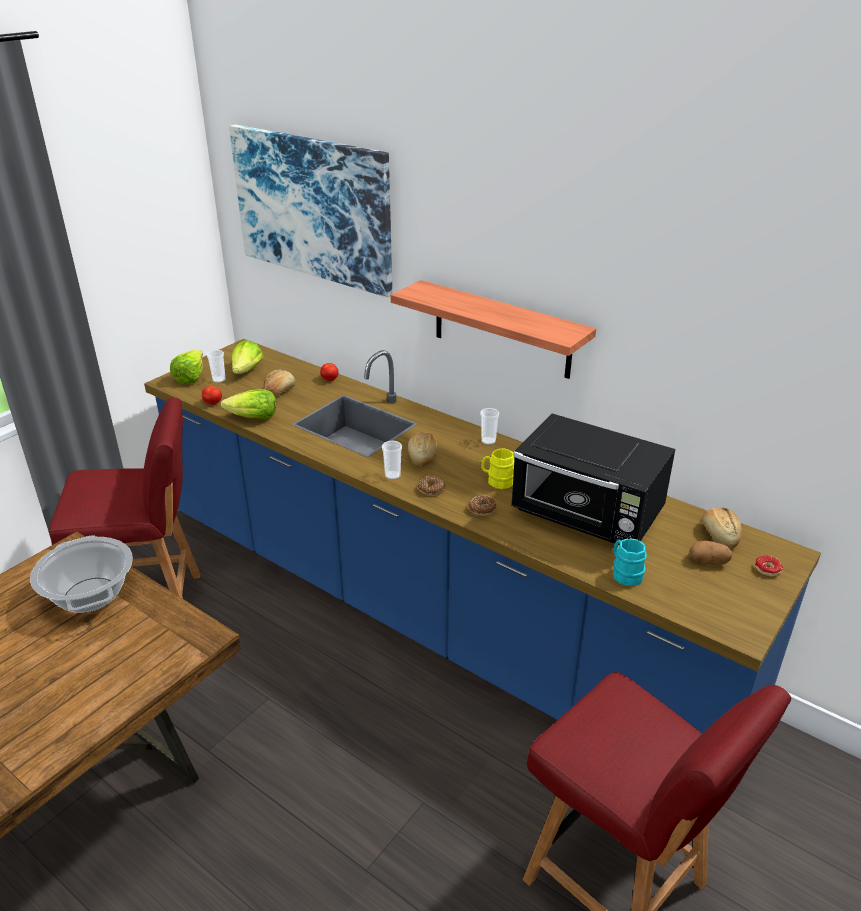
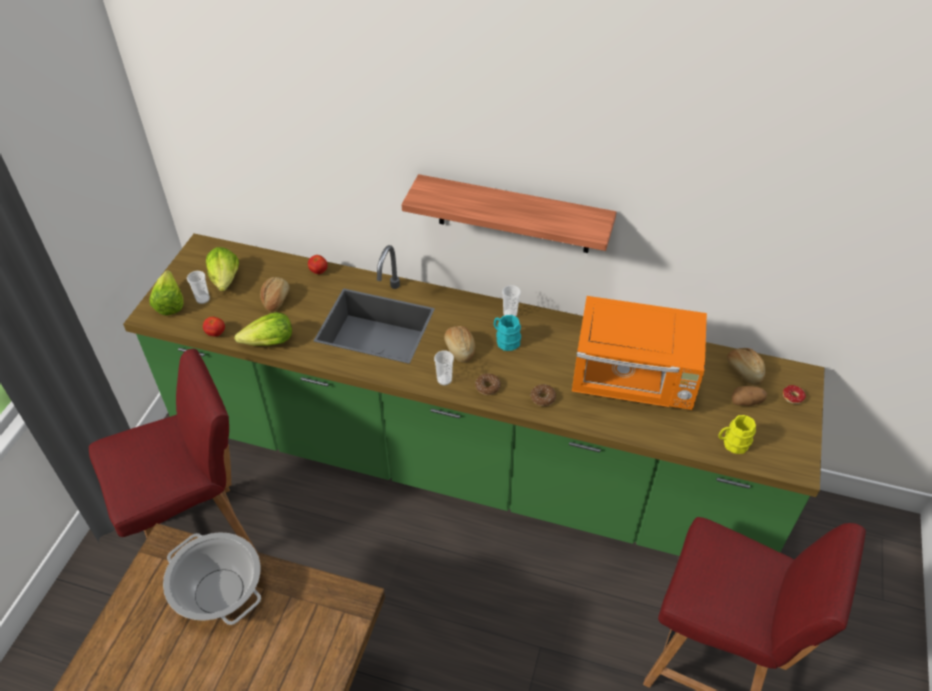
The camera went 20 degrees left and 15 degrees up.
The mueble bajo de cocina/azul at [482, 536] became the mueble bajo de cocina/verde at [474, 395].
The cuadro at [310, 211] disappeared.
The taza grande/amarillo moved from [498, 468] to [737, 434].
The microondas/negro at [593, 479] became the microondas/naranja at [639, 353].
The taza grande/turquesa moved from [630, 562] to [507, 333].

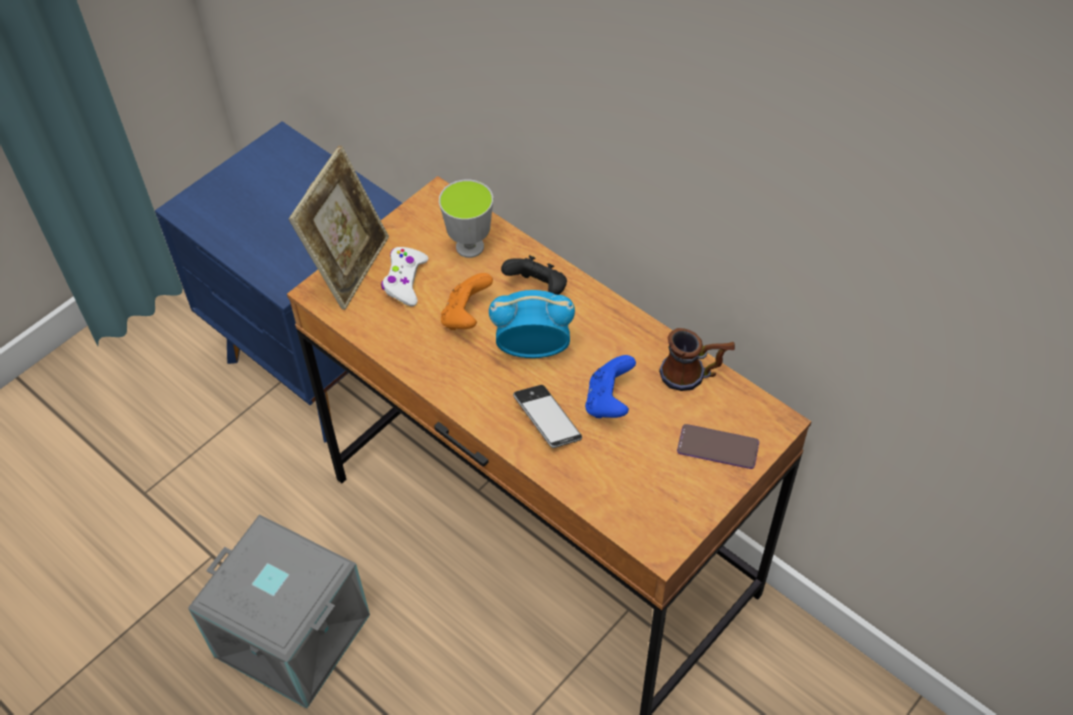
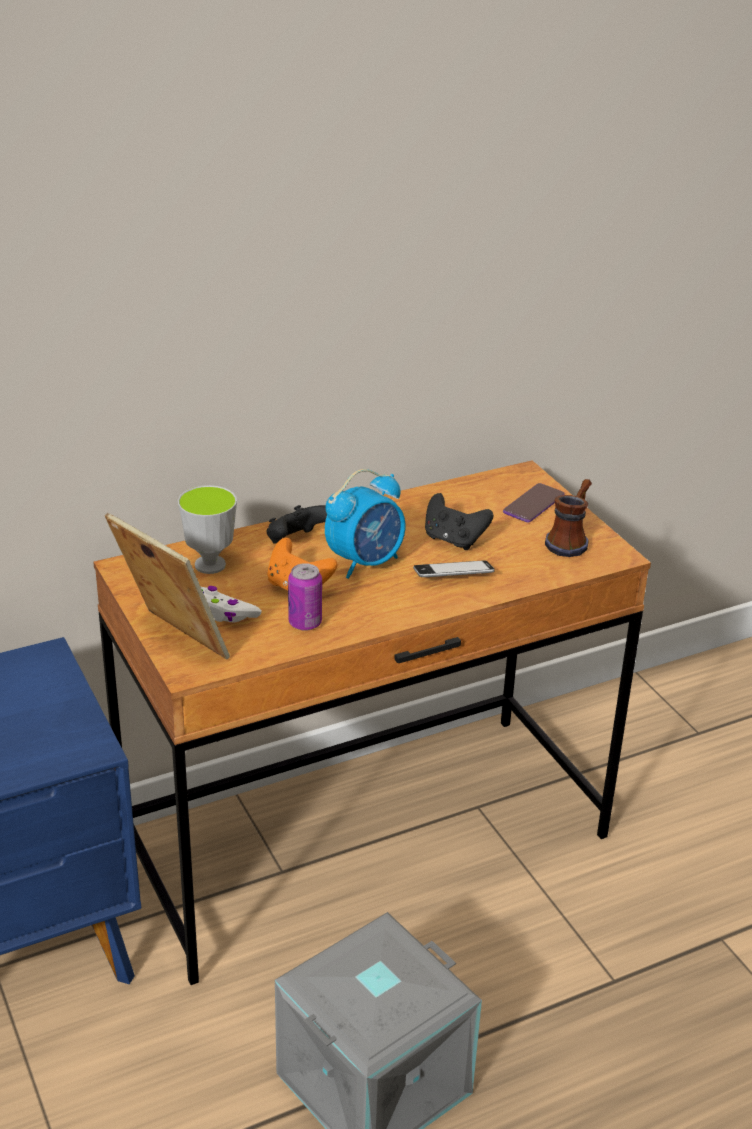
The camera went 70 degrees left and 20 degrees down.
The despertador at [532, 324] turned 150 degrees counterclockwise.
The mando de consola/azul at [610, 386] became the mando de consola/negro at [459, 521].
The taza grande moved from [697, 359] to [568, 518].
The lata at [305, 597] appeared.

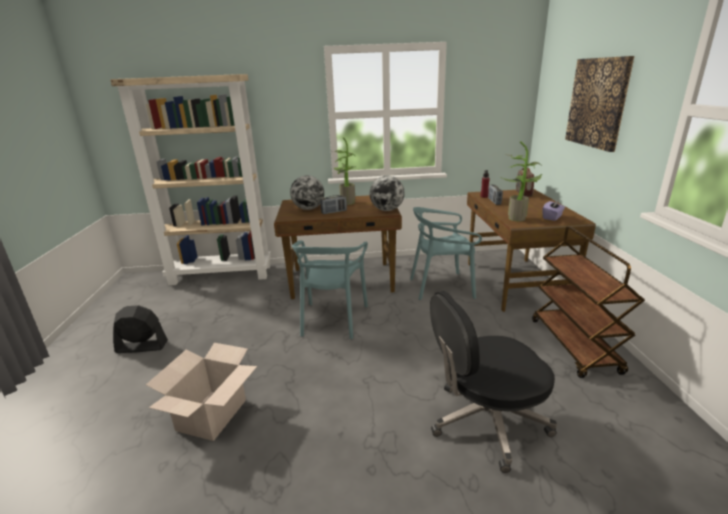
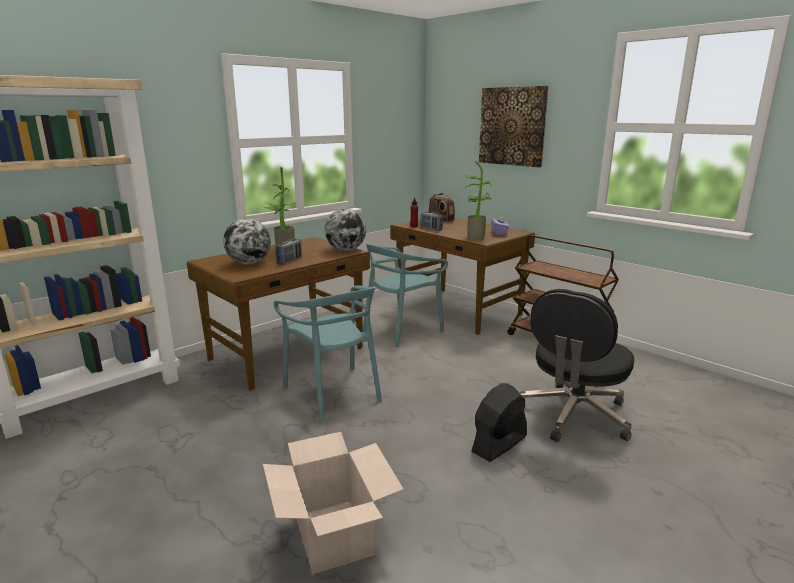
The camera went 40 degrees left and 5 degrees down.
The ventilador/negro moved from [140, 329] to [499, 422].

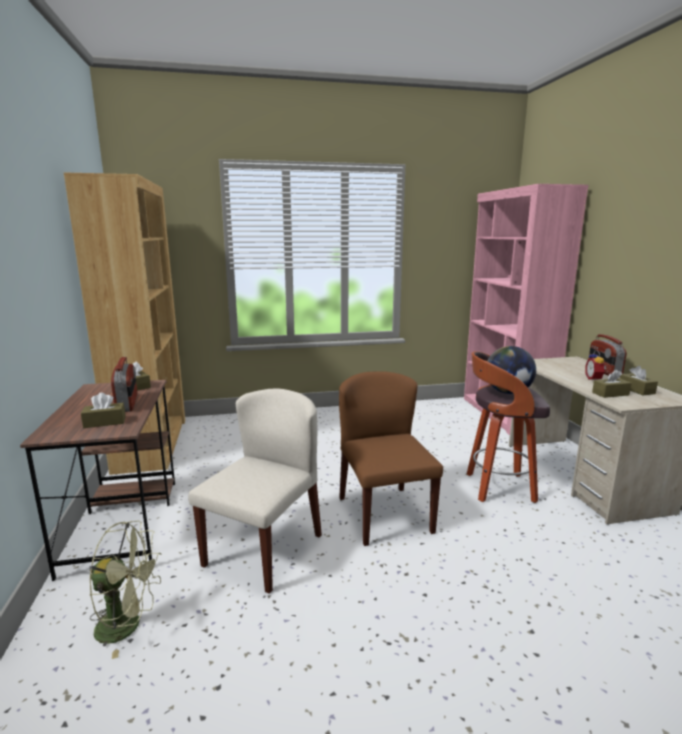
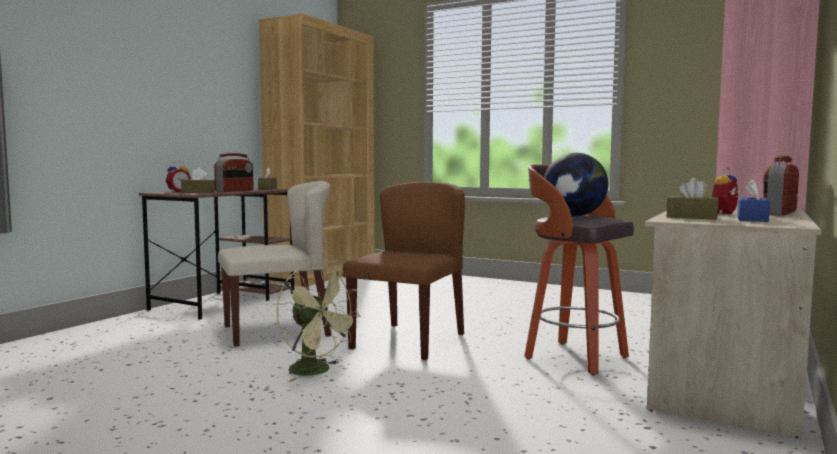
The camera went 40 degrees right and 10 degrees down.
The ventilador/verde moved from [125, 590] to [318, 323].
The caja de pañuelos/marrón at [639, 380] became the caja de pañuelos/azul at [753, 200].
The despertador at [178, 176] appeared.

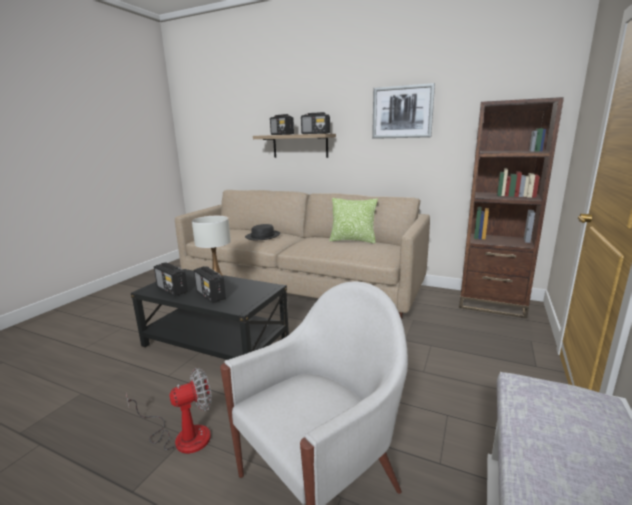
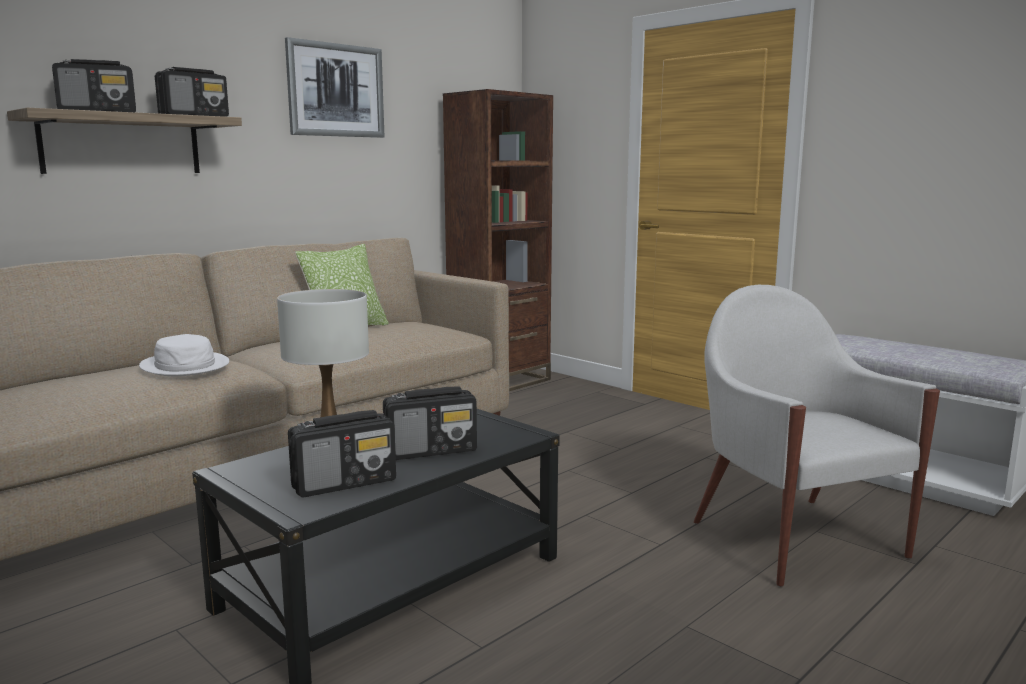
The camera went 70 degrees left and 5 degrees down.
The ventilador at [169, 411] disappeared.
The sombrero/negro at [263, 232] became the sombrero/blanco at [184, 355].

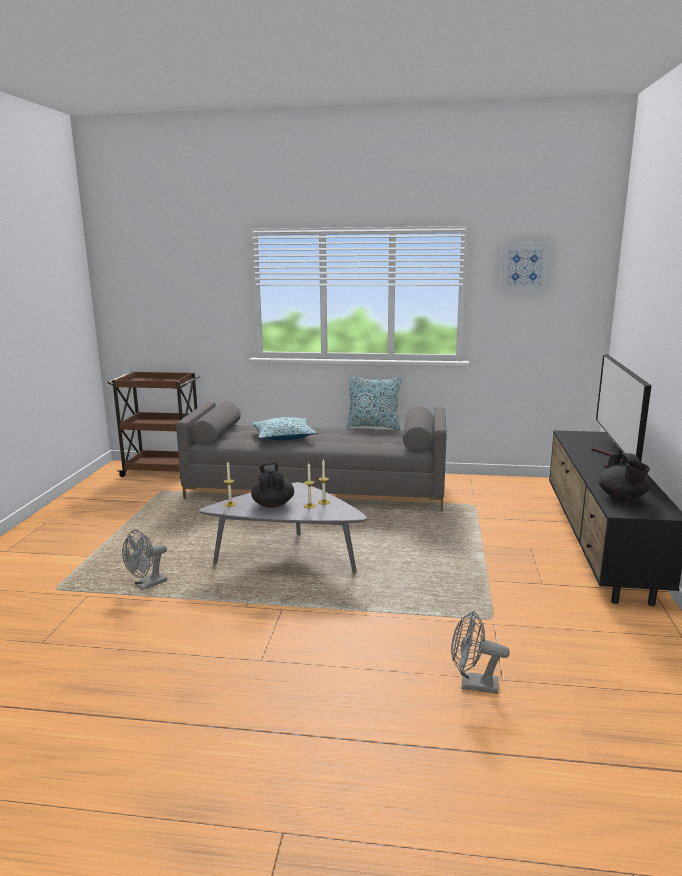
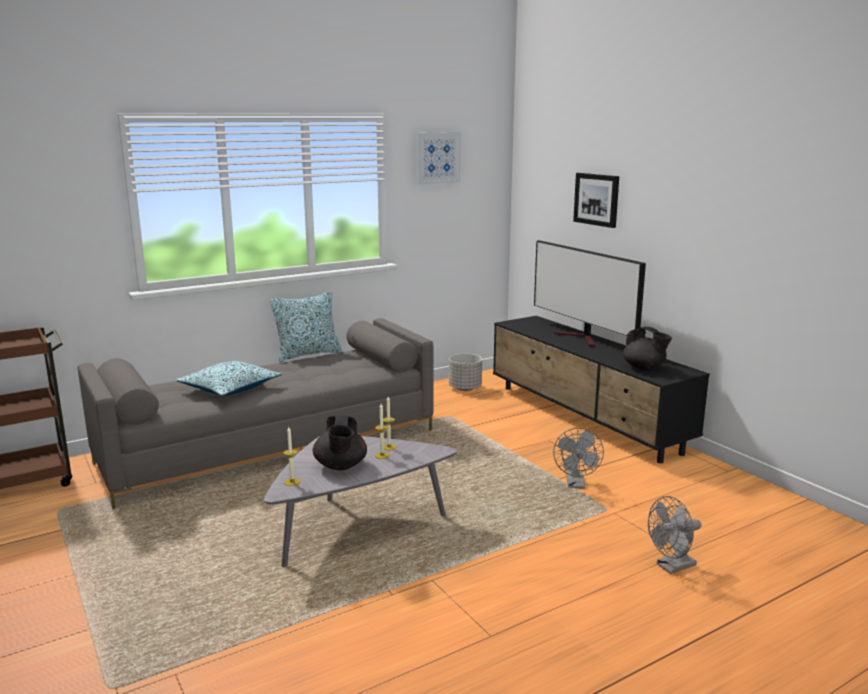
The camera went 40 degrees left and 0 degrees up.
The ventilador/gris moved from [144, 560] to [578, 458].
The tetera/negro at [272, 485] turned 135 degrees counterclockwise.
The maceta/gris at [465, 372] appeared.
The cuadro at [596, 200] appeared.

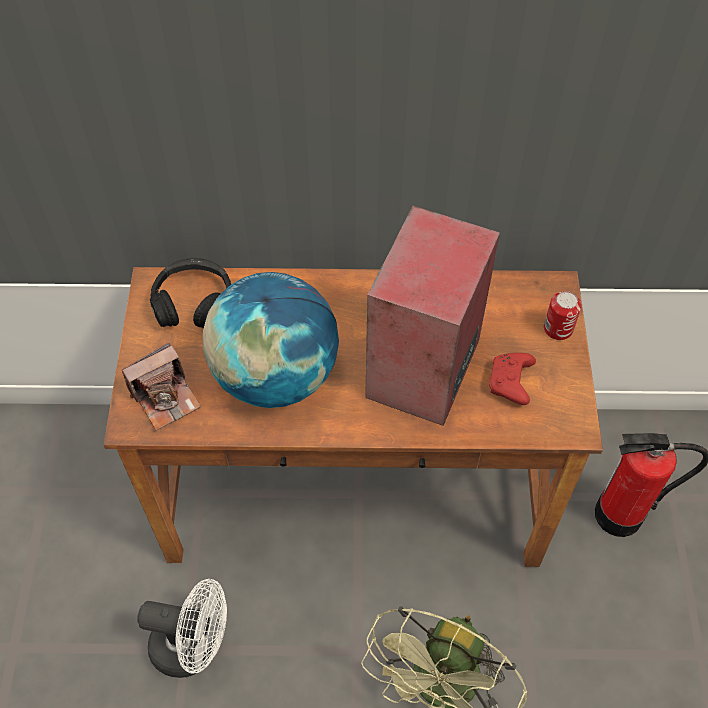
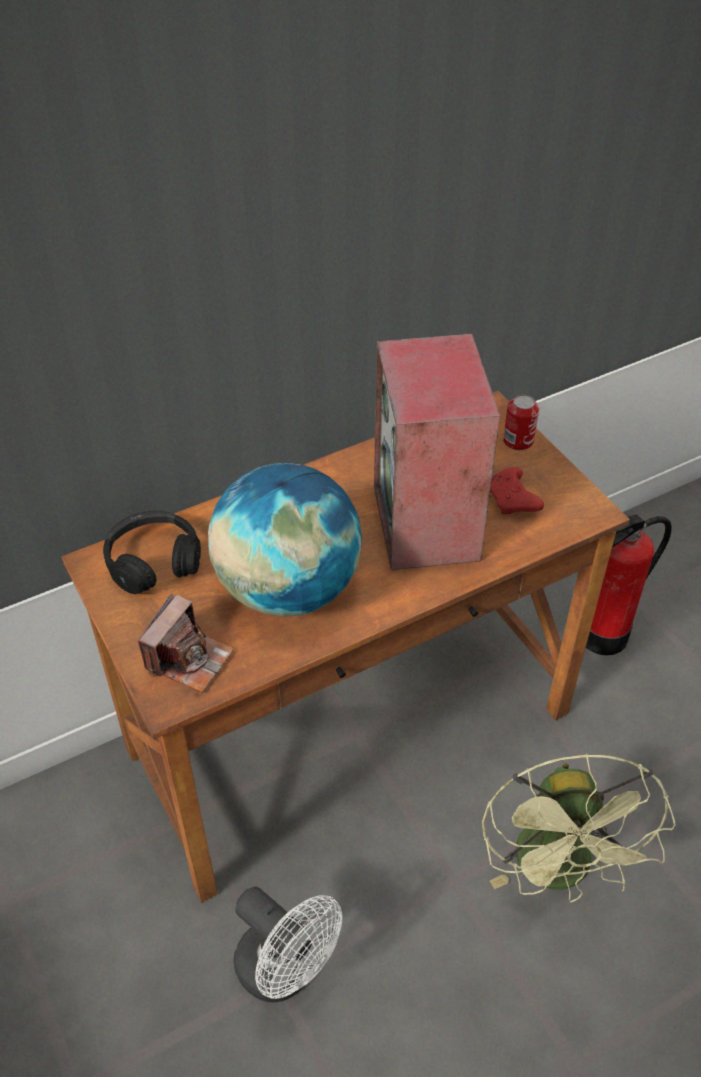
The camera went 30 degrees left and 10 degrees down.
The ventilador/blanco at [182, 628] turned 60 degrees clockwise.

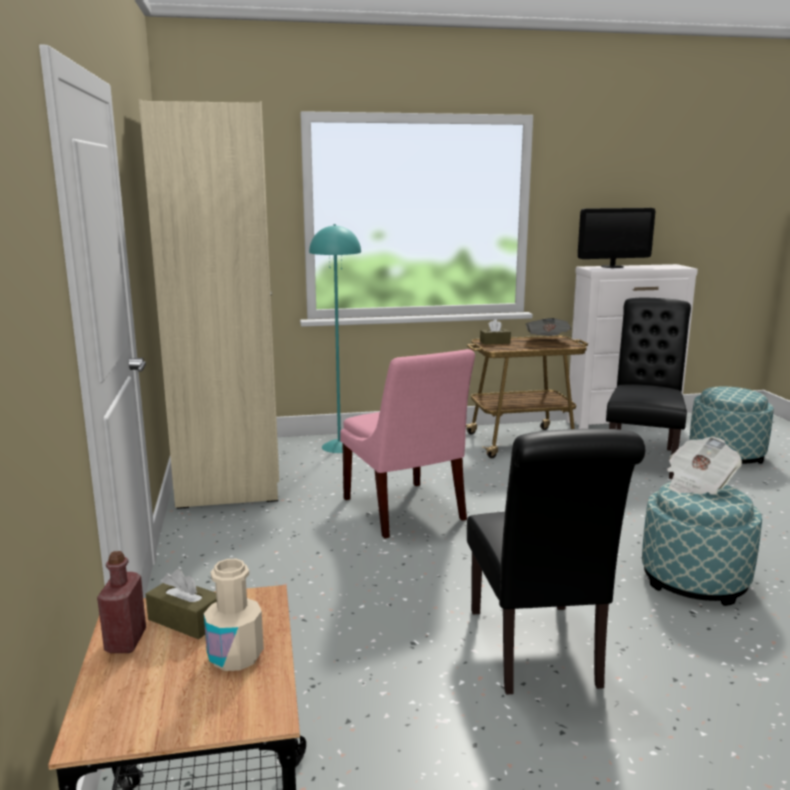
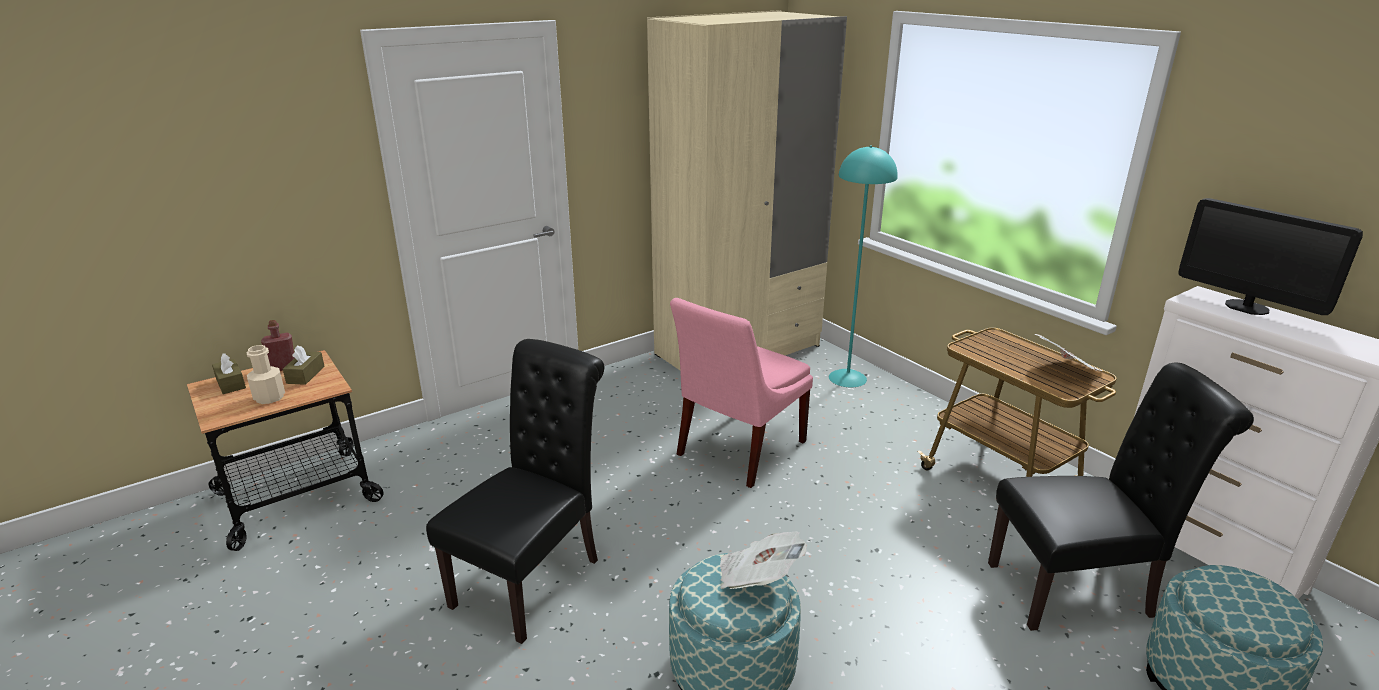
The camera went 65 degrees right and 10 degrees up.
The silla/negro at [556, 562] turned 150 degrees clockwise.
The caja de pañuelos/marrón moved from [495, 332] to [229, 373].

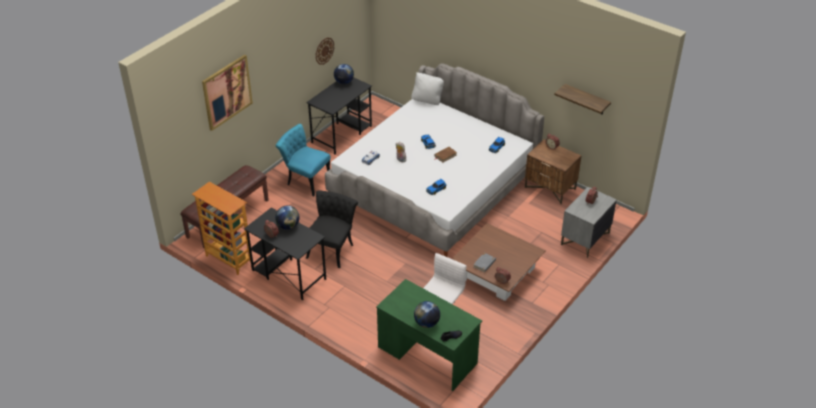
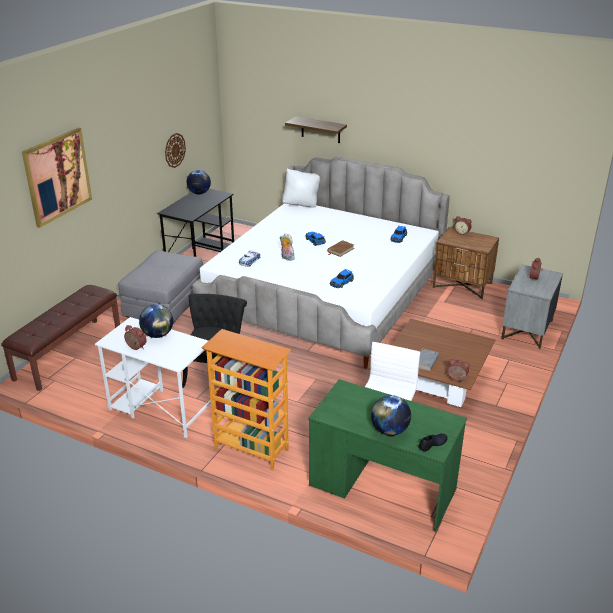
The camera went 10 degrees left and 10 degrees down.
The estantería moved from [221, 228] to [246, 399].
The escritorio/negro at [285, 254] became the escritorio/blanco at [153, 377].
The silla/turquesa at [303, 160] was replaced by the puf/gris at [160, 286].
The estante moved from [582, 99] to [316, 129].

